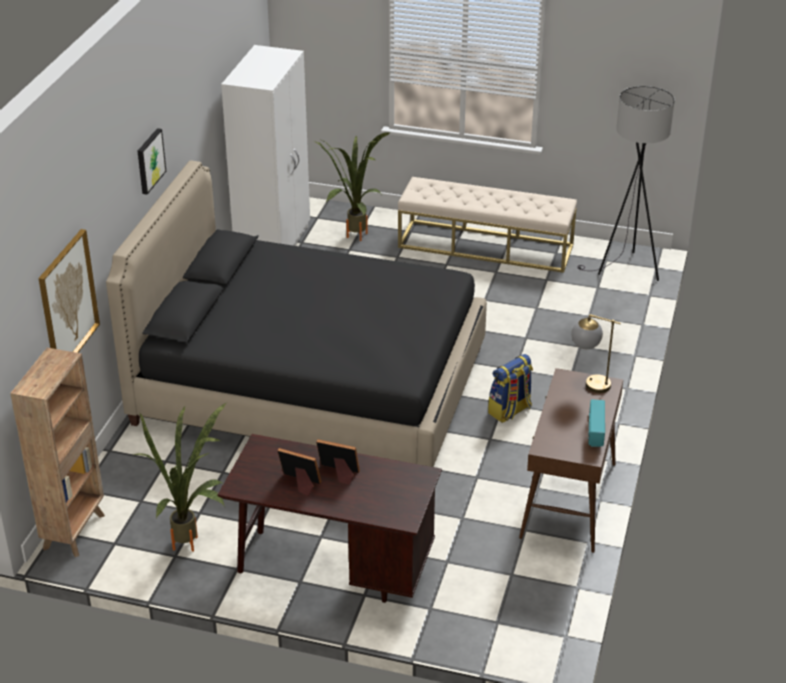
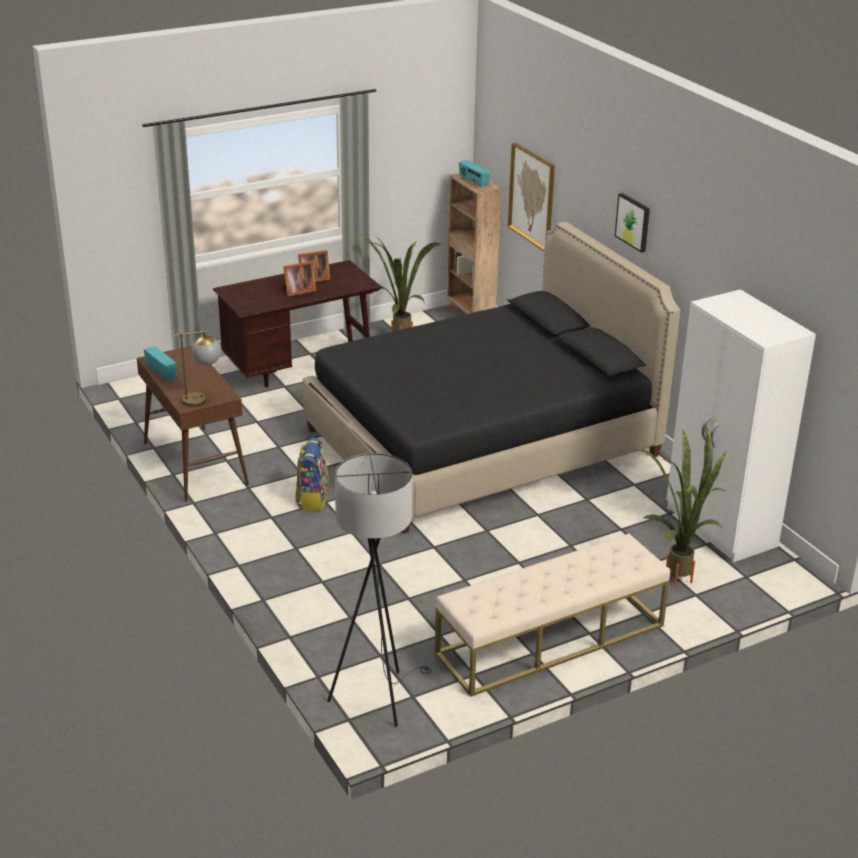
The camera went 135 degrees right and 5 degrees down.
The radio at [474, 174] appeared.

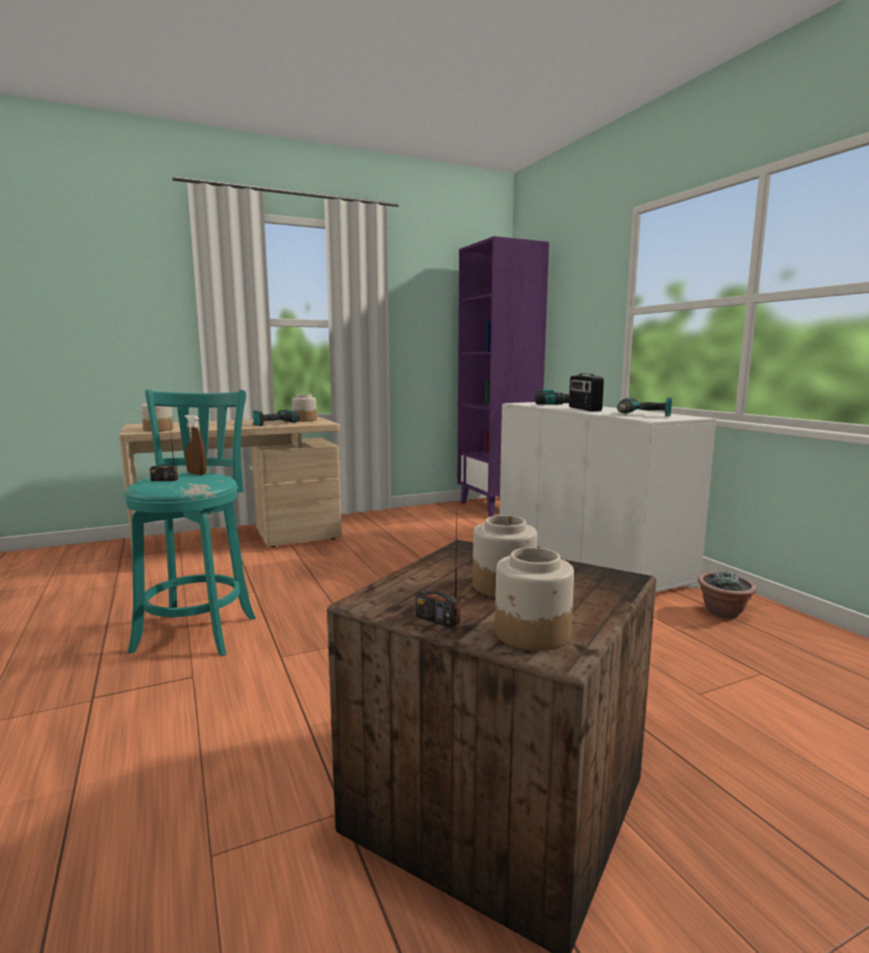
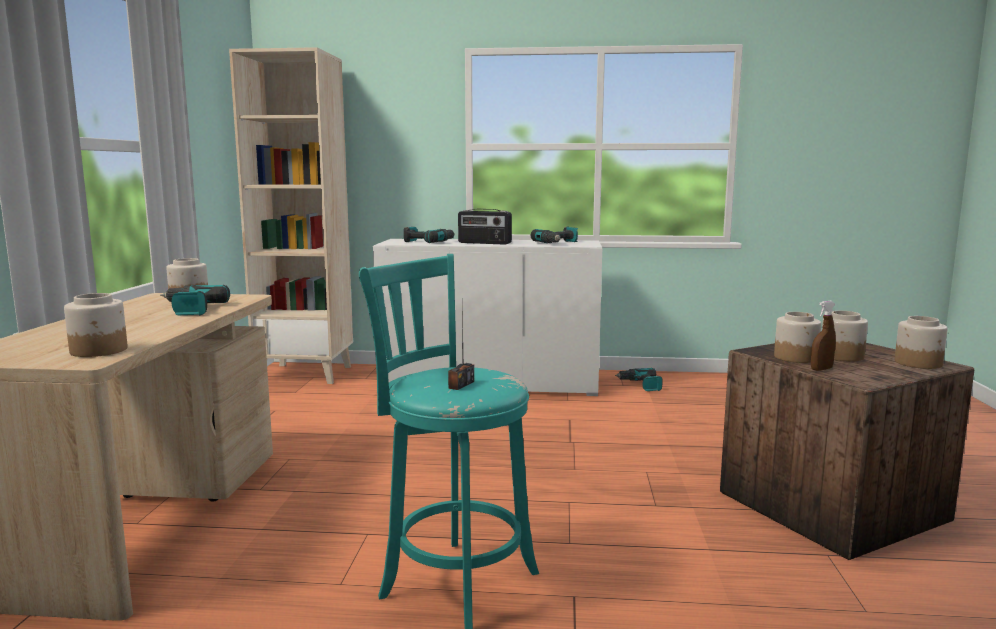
The camera went 60 degrees left and 0 degrees up.
The pulverizador/marrón moved from [196, 445] to [823, 336].
The radio at [438, 567] disappeared.
The estantería/morado at [503, 376] became the estantería/beis at [291, 215].
The planta en maceta at [727, 594] was replaced by the taladro at [639, 379].
The tarro at [797, 337] appeared.

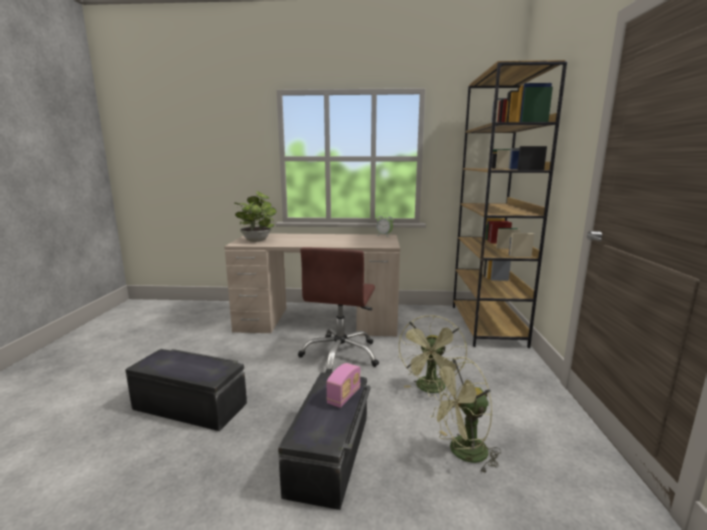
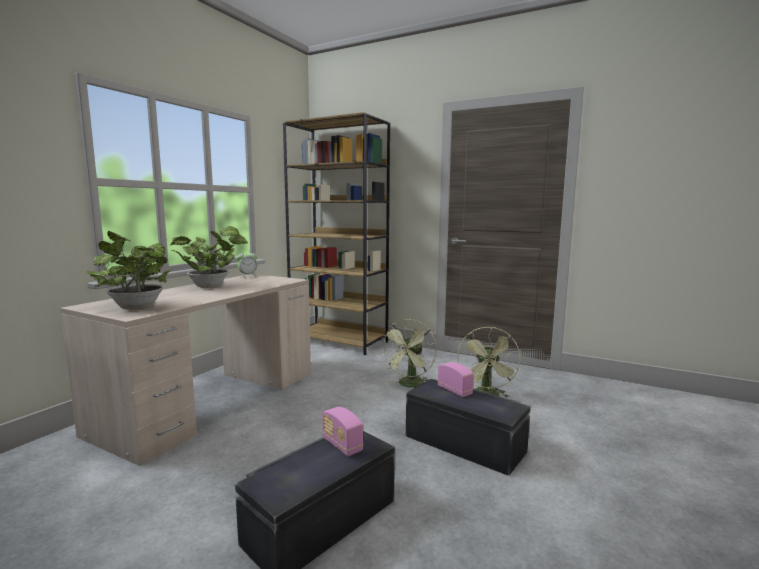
The camera went 65 degrees left and 5 degrees down.
The silla de oficina/marrón at [338, 310] disappeared.
The ventilador/verde at [432, 354] turned 75 degrees clockwise.
The planta en maceta at [209, 257] appeared.
The radio at [342, 431] appeared.

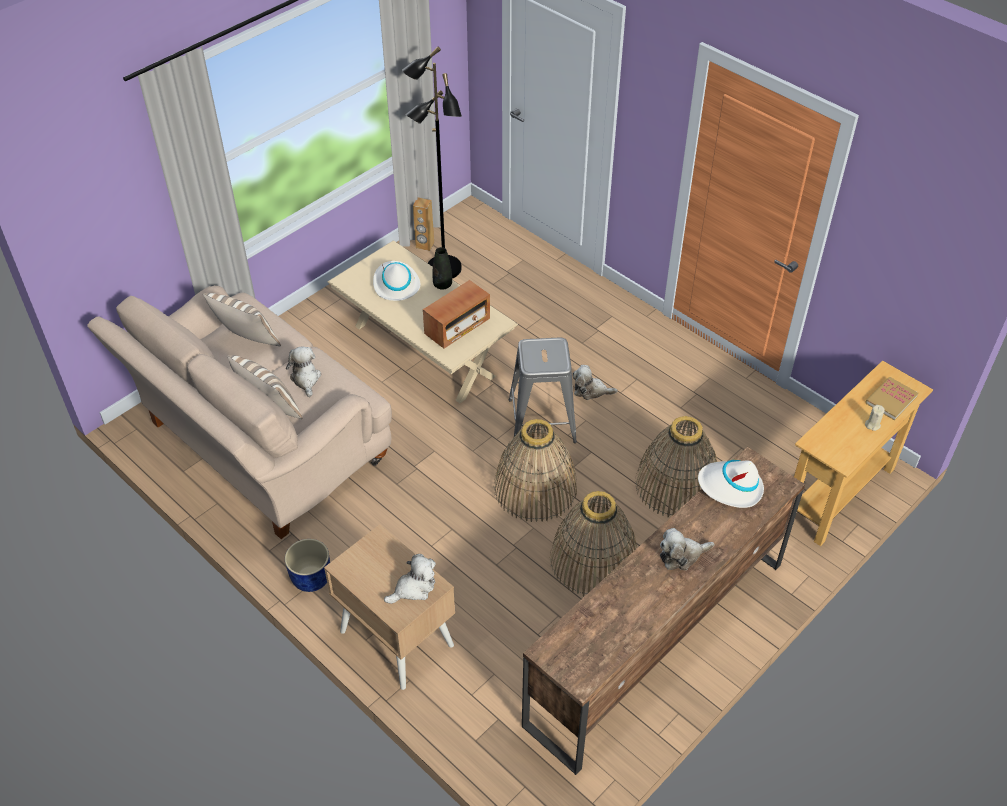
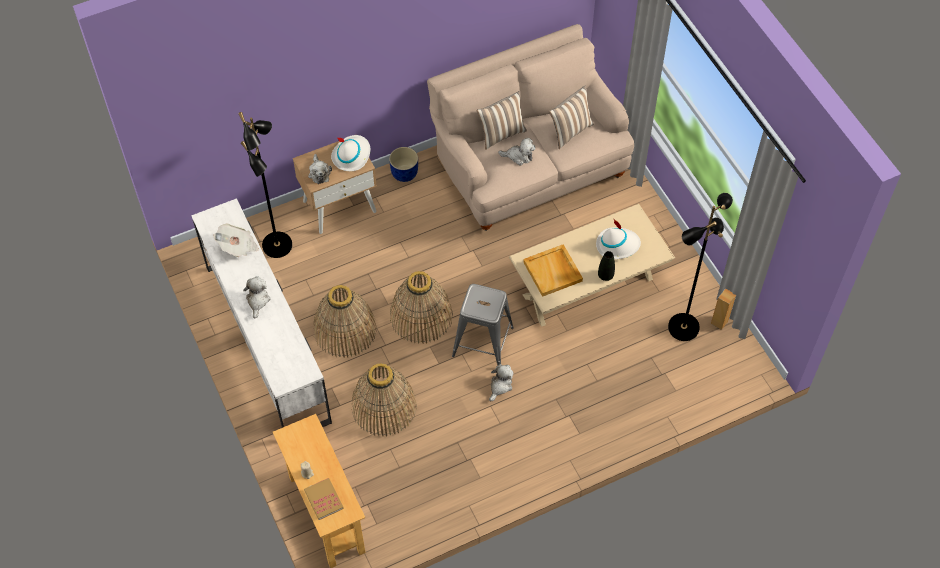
The camera went 110 degrees right and 10 degrees up.
The radio at [456, 314] was replaced by the bandeja/beis at [553, 270].
The mueble de televisión/marrón at [663, 611] became the mueble de televisión/blanco at [261, 313].
The sombrero/blanco moved from [731, 484] to [350, 153].
The periódico at [236, 240] appeared.
The lámpara de pie/negro at [265, 185] appeared.

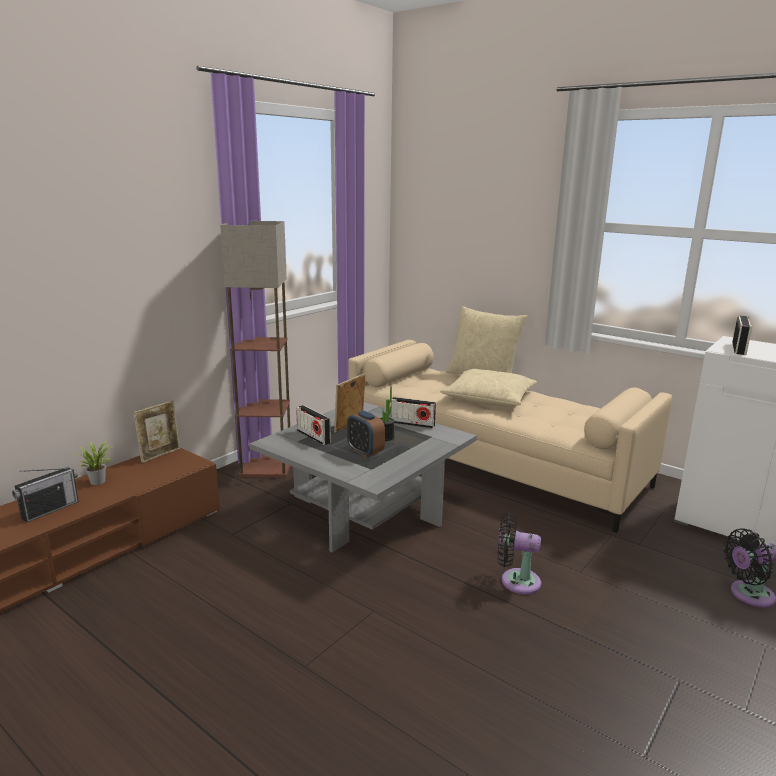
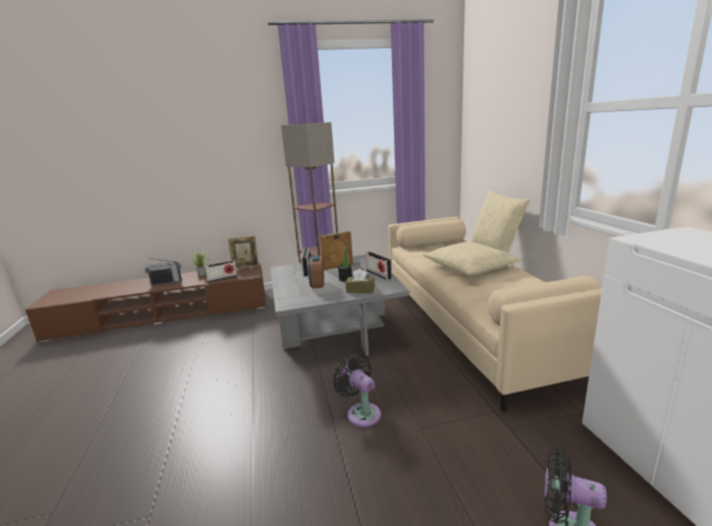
The camera went 40 degrees right and 0 degrees up.
The radio moved from [742, 335] to [221, 271].
The caja de pañuelos/marrón at [360, 281] appeared.

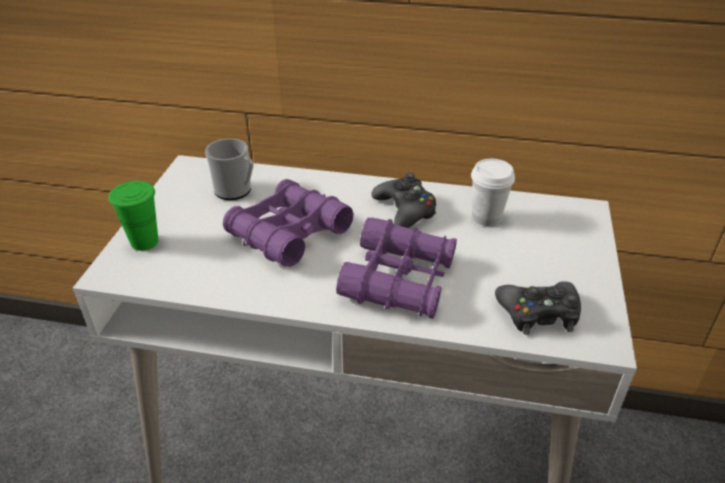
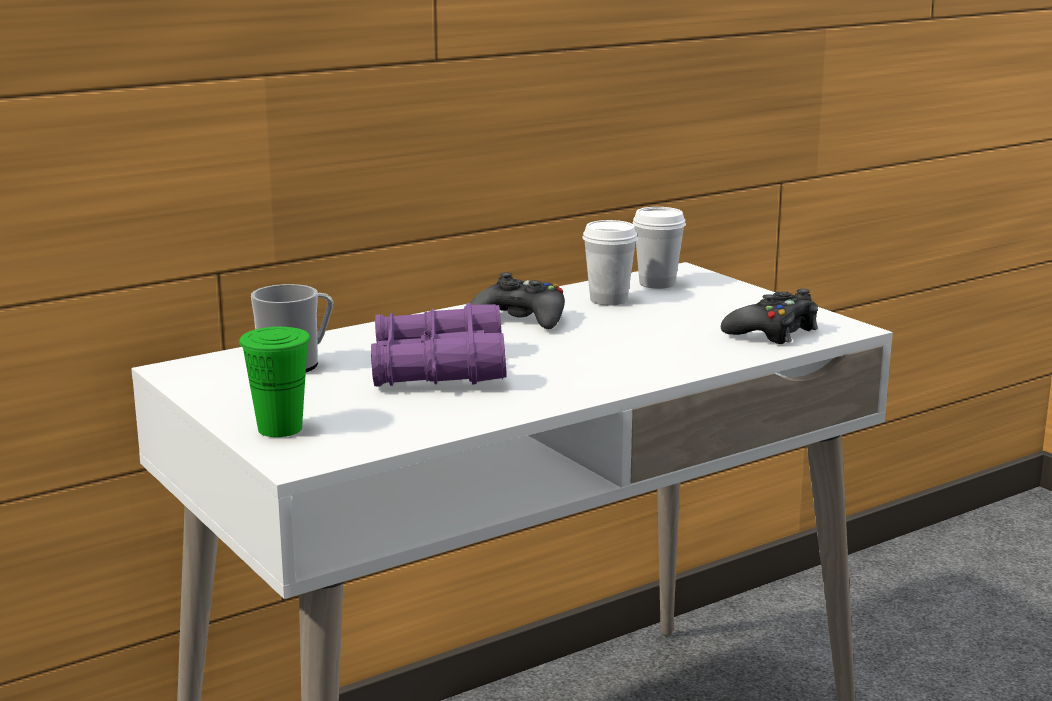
The camera went 45 degrees left and 20 degrees down.
The prismáticos/morado at [396, 268] disappeared.
The taza/blanco at [659, 248] appeared.

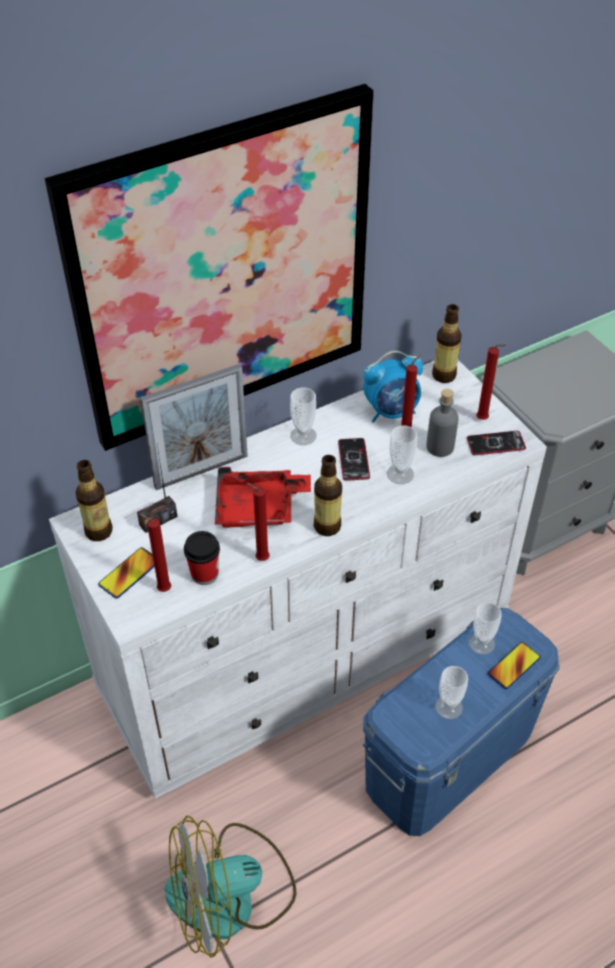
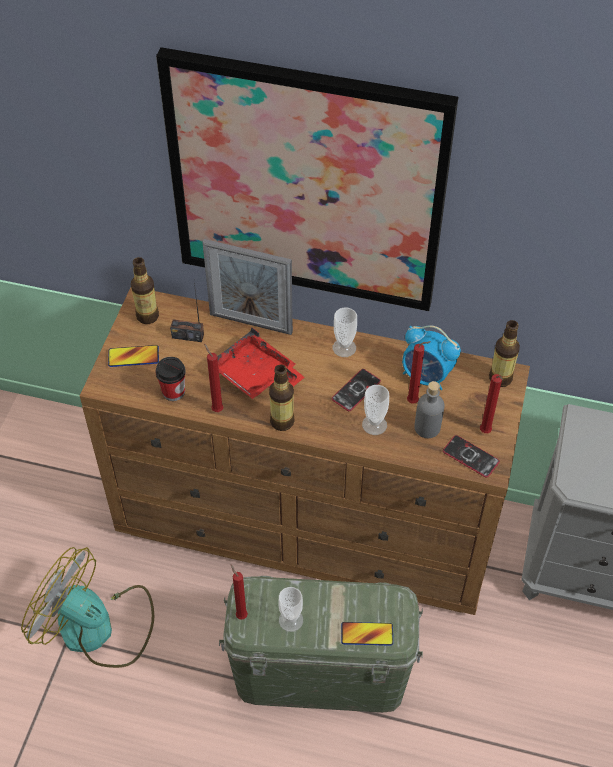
The camera went 45 degrees right and 5 degrees up.
The cómoda/blanco at [298, 579] became the cómoda/marrón at [305, 451].
The vela/rojo moved from [155, 552] to [239, 592].
The caja de almacenaje/azul at [461, 722] became the caja de almacenaje/verde at [321, 644].
The taza at [485, 628] disappeared.

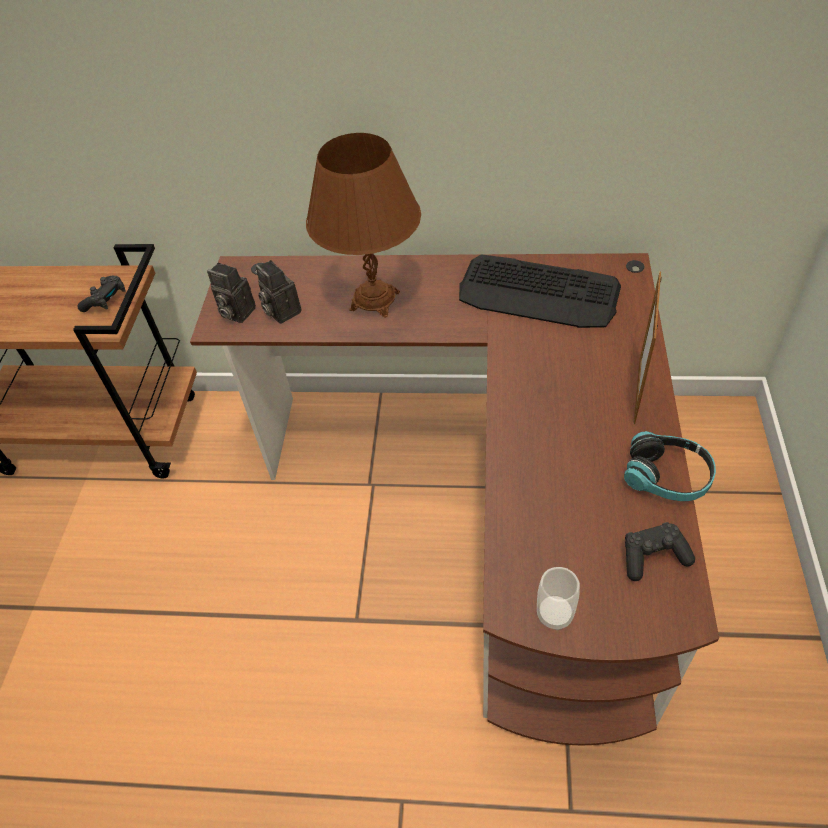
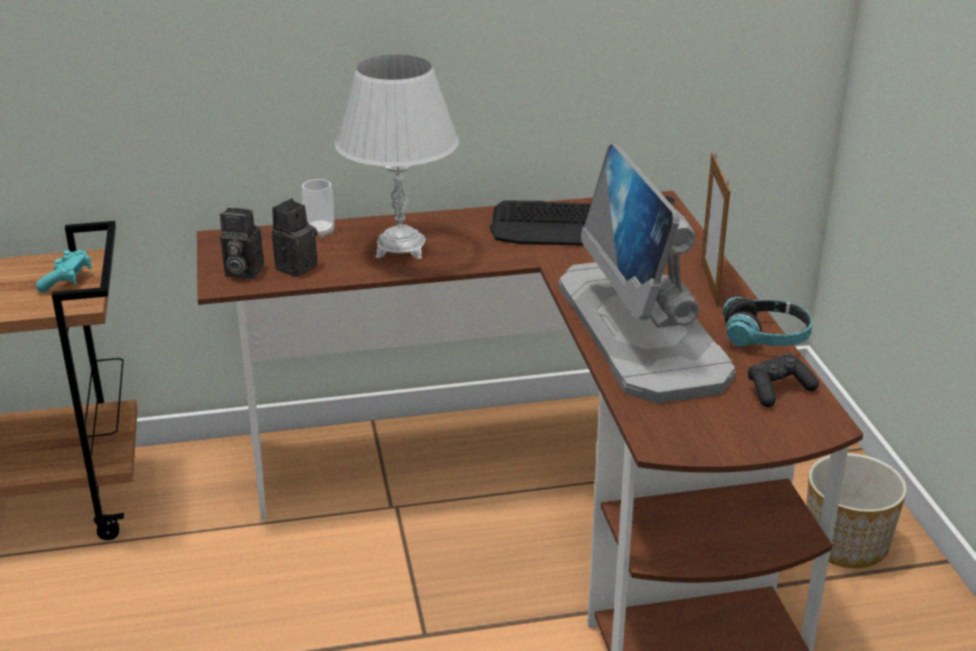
The camera went 20 degrees left and 20 degrees down.
The mando de consola/negro at [101, 294] became the mando de consola/turquesa at [63, 271].
The cámara at [278, 292] turned 90 degrees clockwise.
The lámpara de mesa/marrón at [363, 225] became the lámpara de mesa/blanco at [397, 157].
The taza moved from [558, 598] to [318, 208].
The monitor at [647, 274] appeared.
The maceta at [856, 510] appeared.

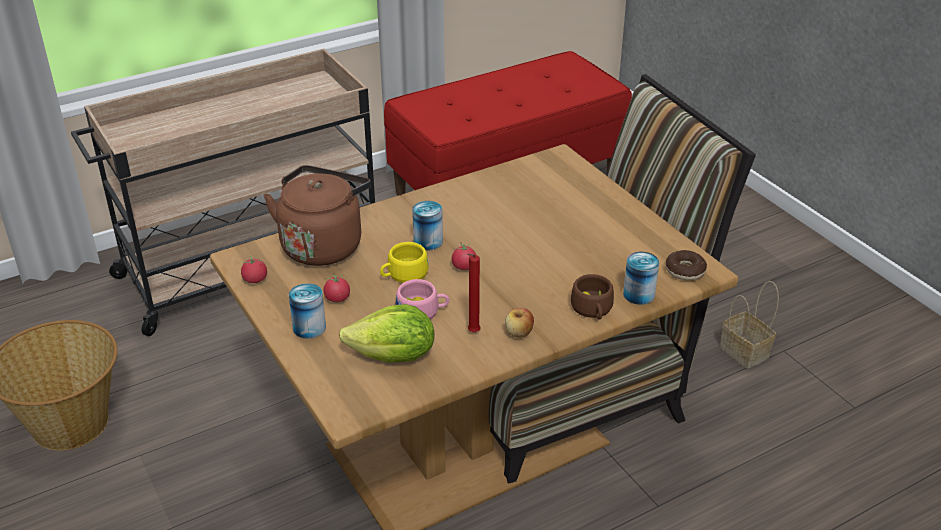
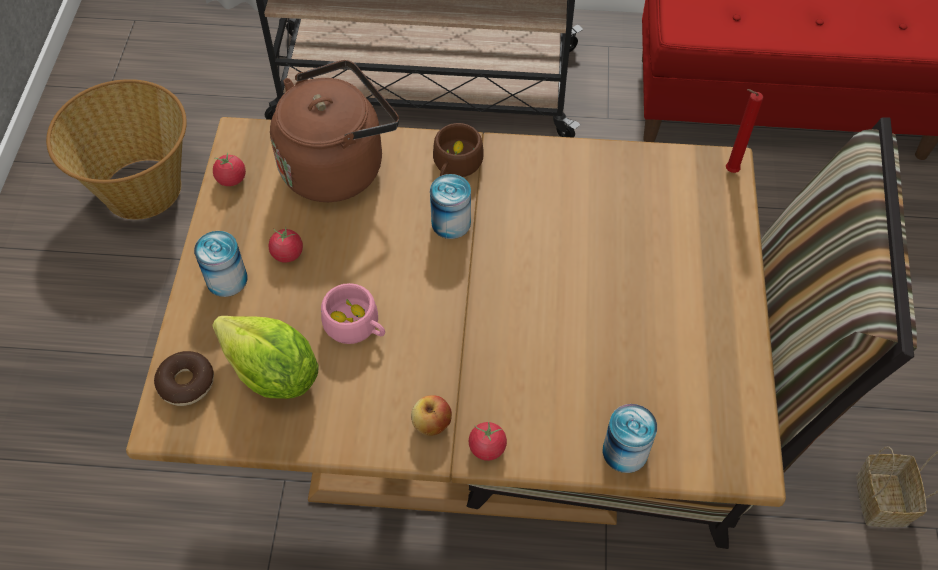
The camera went 35 degrees right and 20 degrees up.
The taza/amarillo at [404, 262] disappeared.
The tomate moved from [464, 256] to [488, 441].
The vela/rojo moved from [473, 293] to [744, 131].
The taza/marrón moved from [592, 297] to [458, 150].
The rosquilla moved from [686, 265] to [184, 378].

